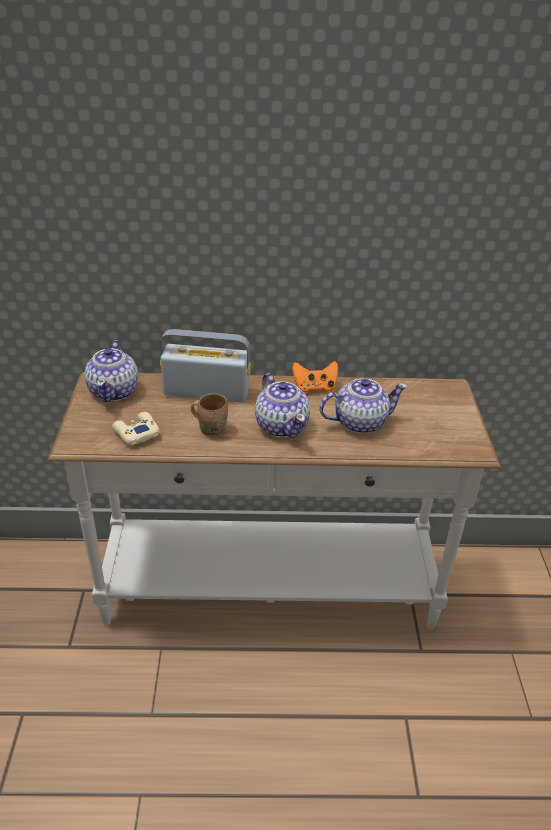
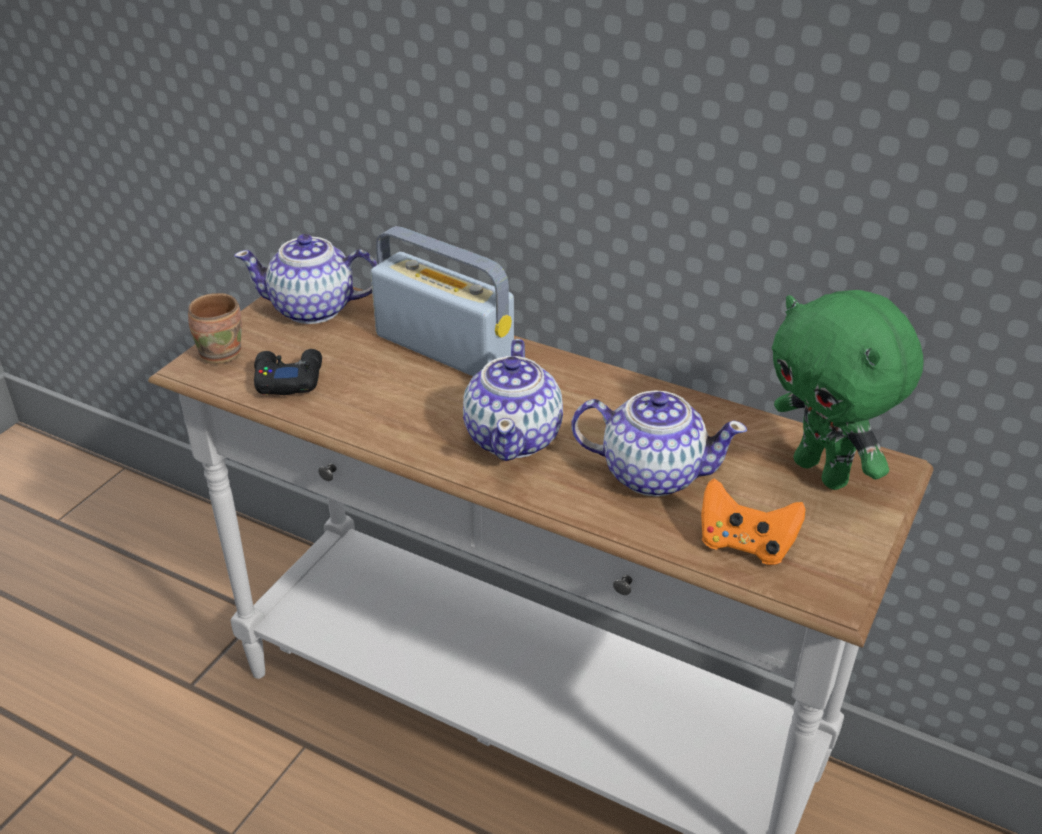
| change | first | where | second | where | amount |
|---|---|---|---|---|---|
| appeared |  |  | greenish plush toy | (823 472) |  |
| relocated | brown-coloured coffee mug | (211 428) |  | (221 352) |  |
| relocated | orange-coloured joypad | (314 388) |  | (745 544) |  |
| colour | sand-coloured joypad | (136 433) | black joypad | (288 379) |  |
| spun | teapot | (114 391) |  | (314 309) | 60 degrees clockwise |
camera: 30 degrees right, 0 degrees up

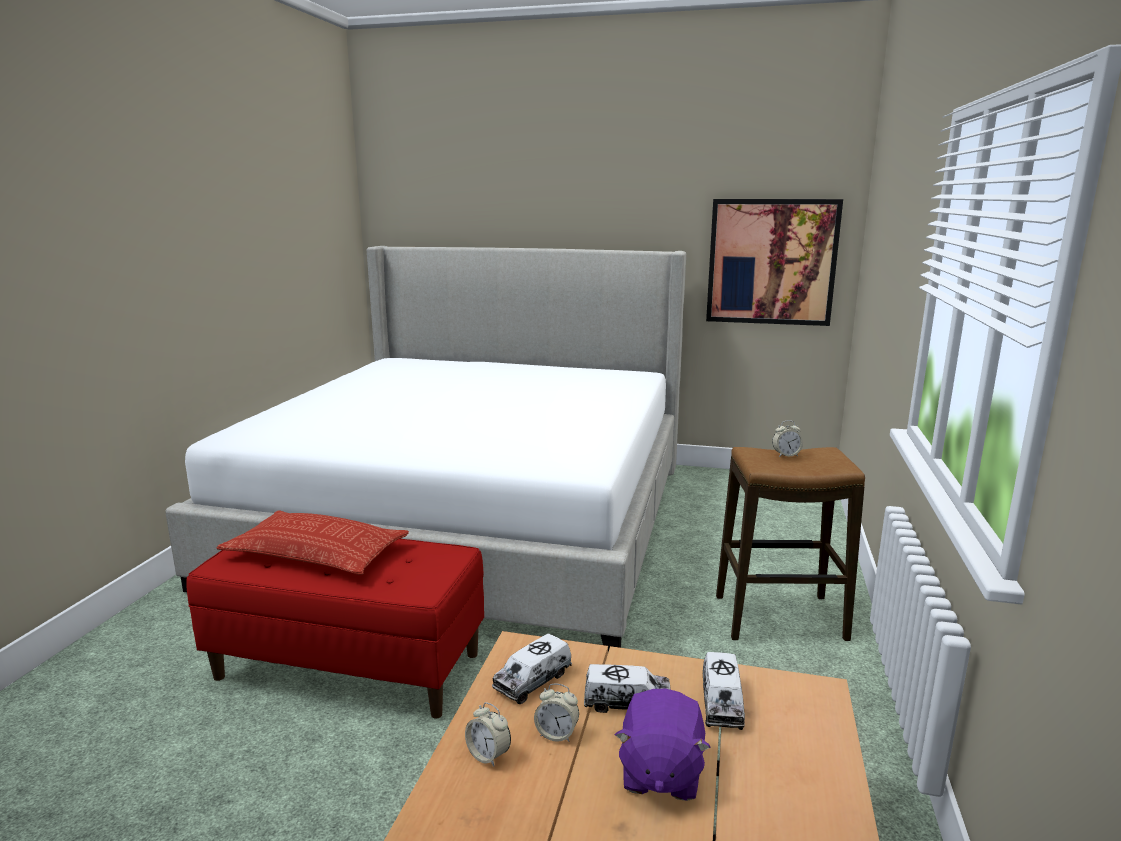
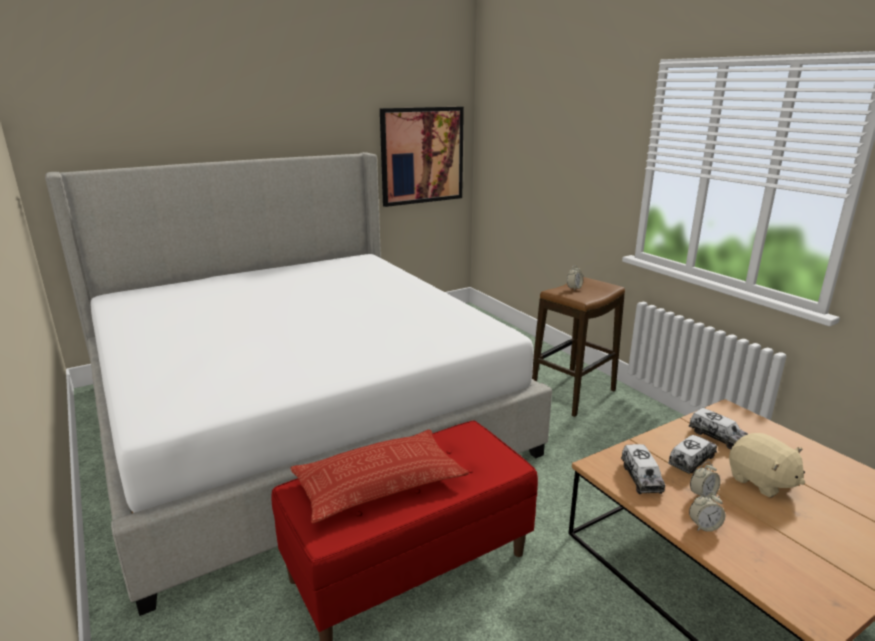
| change | first | where | second | where | amount |
|---|---|---|---|---|---|
| colour | purplish plush toy | (660 772) | sand-coloured plush toy | (761 481) |  |
camera: 45 degrees left, 5 degrees up

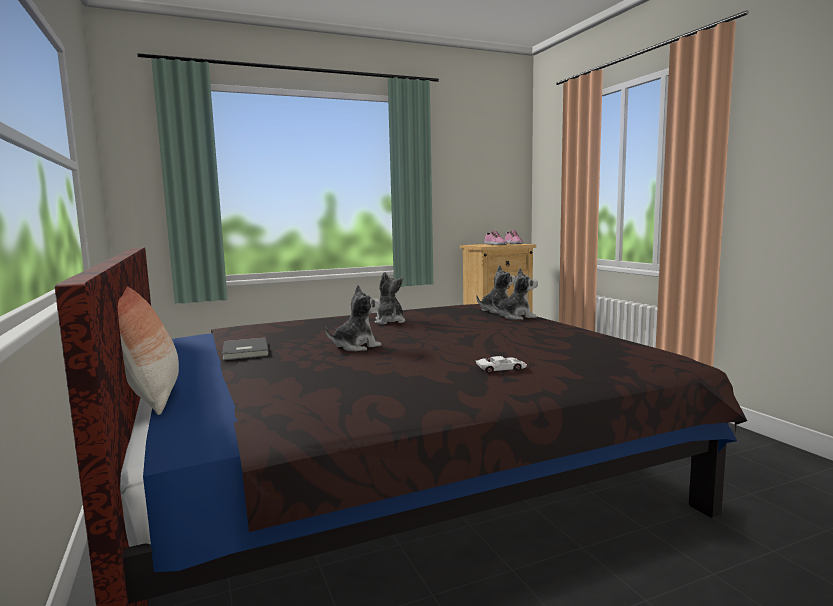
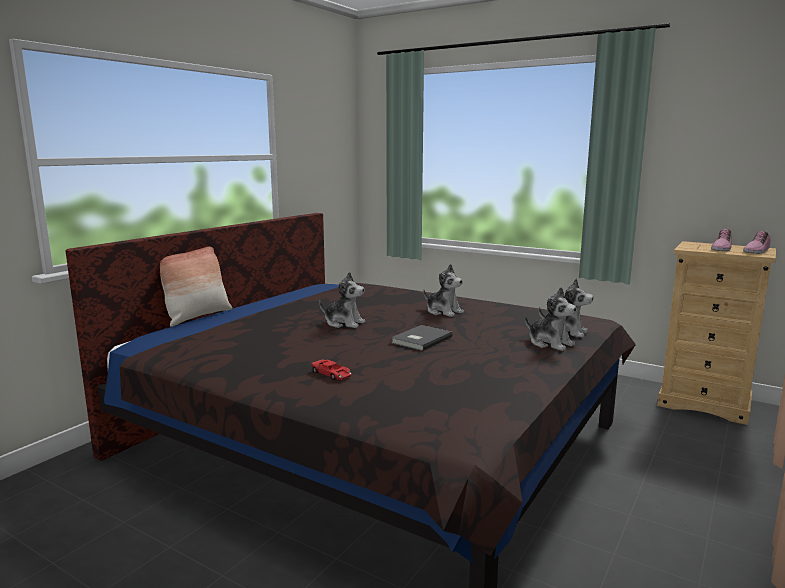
| change | first | where | second | where | amount |
|---|---|---|---|---|---|
| relocated | grey volume | (244 351) |  | (420 340) |  |
| colour | white miniature car | (501 369) | reddish miniature car | (332 374) |  |
| spun | plush toy | (389 322) |  | (443 312) | 90 degrees clockwise |
camera: 55 degrees right, 5 degrees up

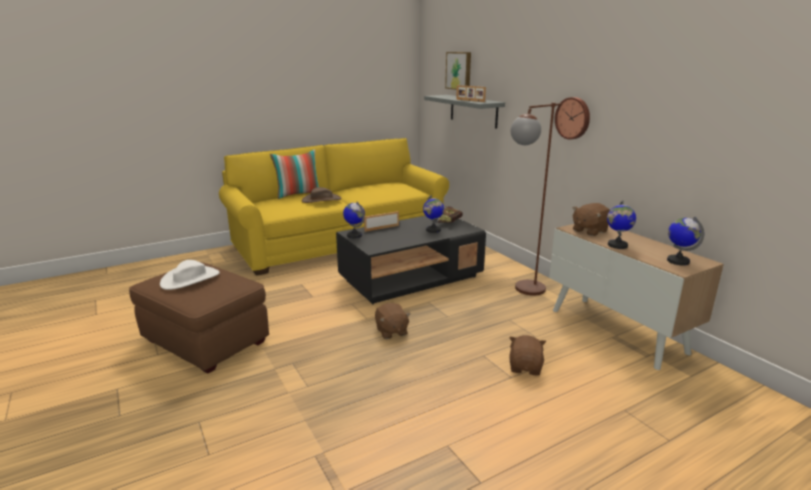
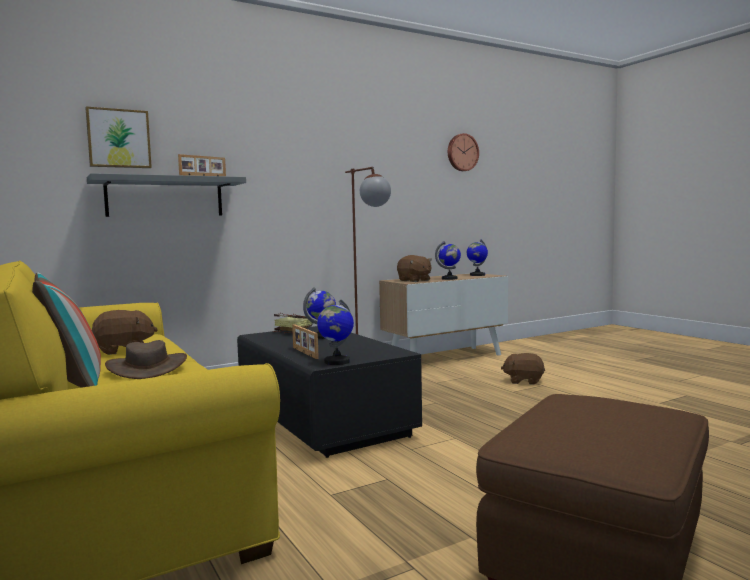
| change | first | where | second | where | amount |
|---|---|---|---|---|---|
| missing | white wearable hat | (190 279) |  |  |  |
| relocated | brown-coloured plush toy | (391 331) |  | (124 350) |  |
| relocated | wall clock | (573 118) |  | (462 152) |  |
camera: 90 degrees left, 15 degrees down

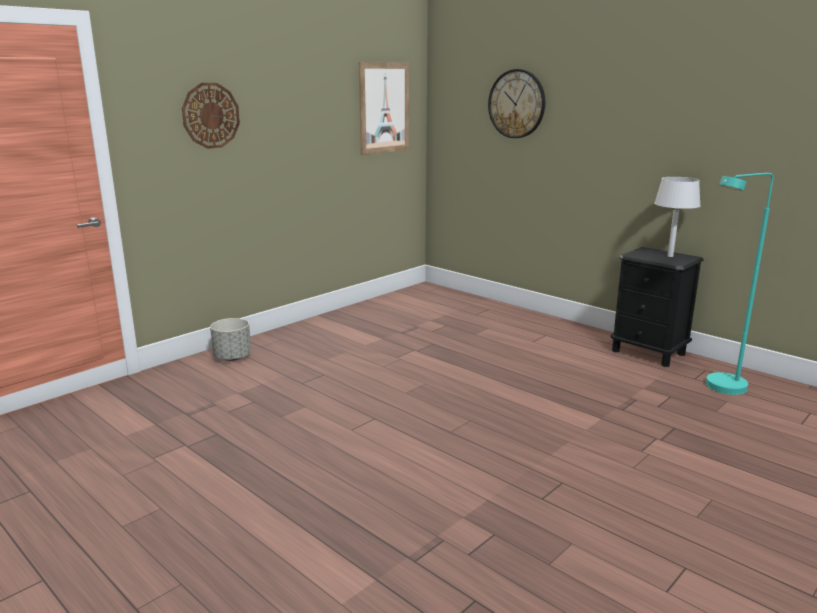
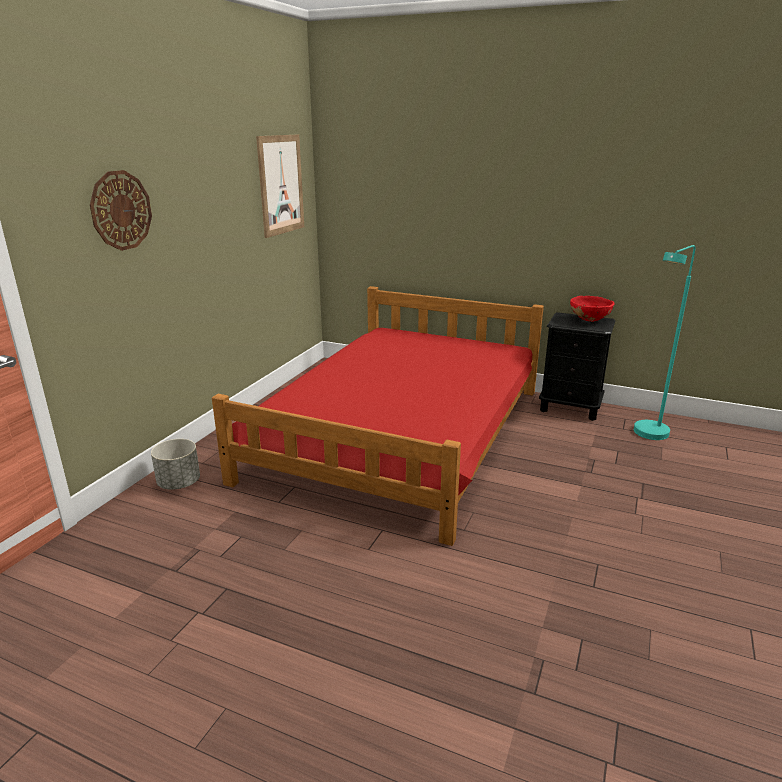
| change | first | where | second | where | amount |
|---|---|---|---|---|---|
| missing | wall clock | (517 104) |  |  |  |
| appeared |  |  | reddish bedroom bed | (401 433) |  |
| exchanged | grey table lamp | (670 256) | reddish serving bowl | (589 320) |  |
camera: 20 degrees left, 5 degrees up

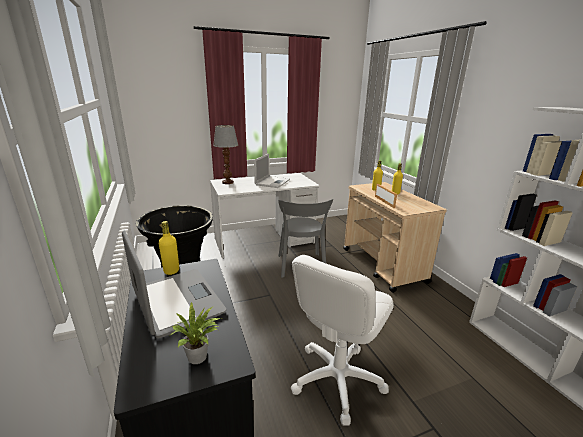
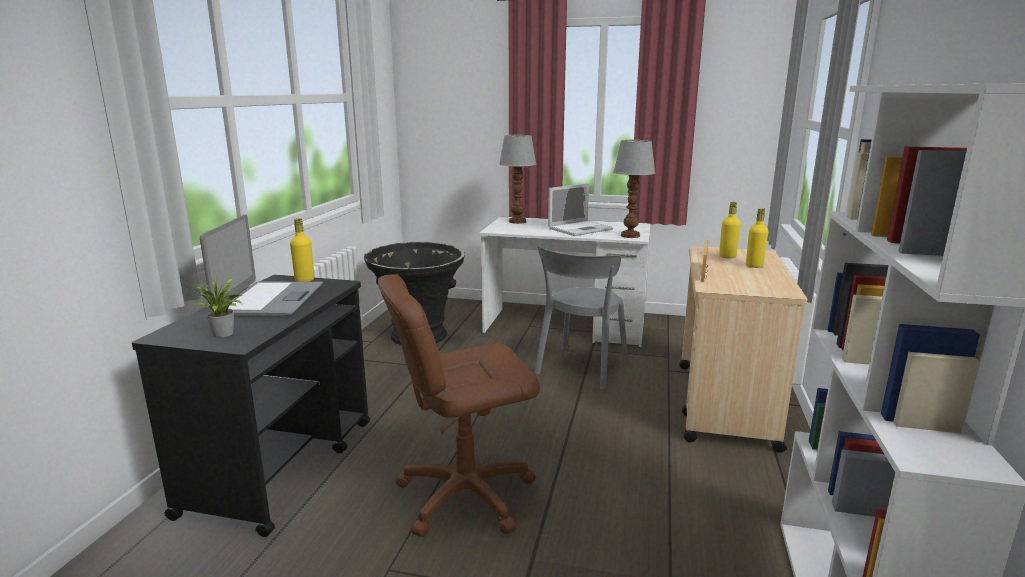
| change | first | where | second | where | amount |
|---|---|---|---|---|---|
| appeared |  |  | table lamp | (631 235) |  |
| colour | white office chair | (337 379) | brown-coloured office chair | (465 495) |  |
camera: 35 degrees right, 5 degrees down

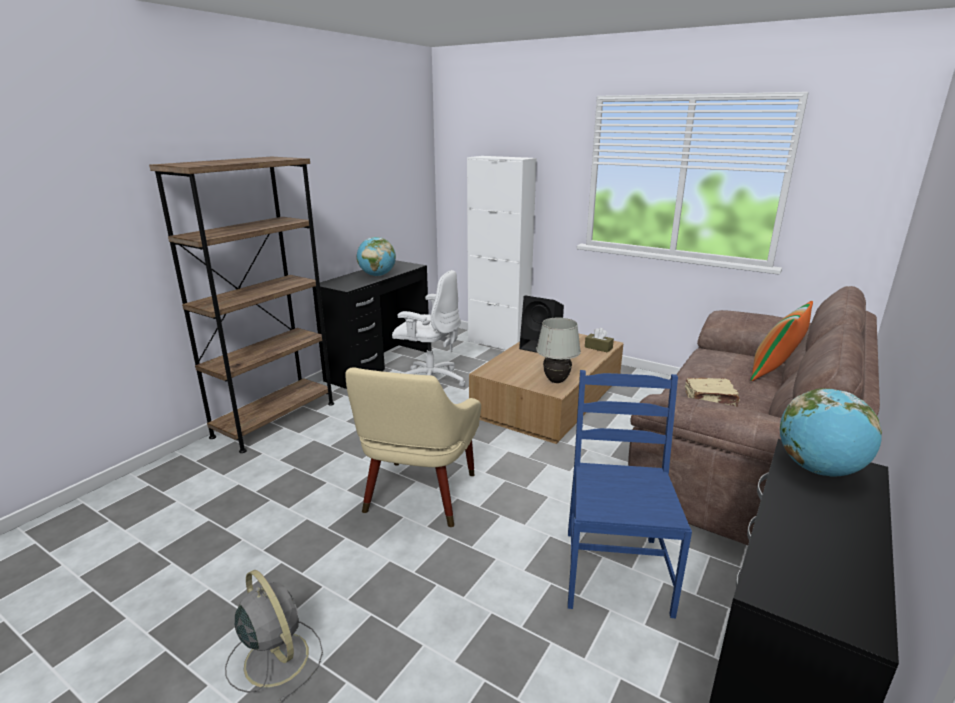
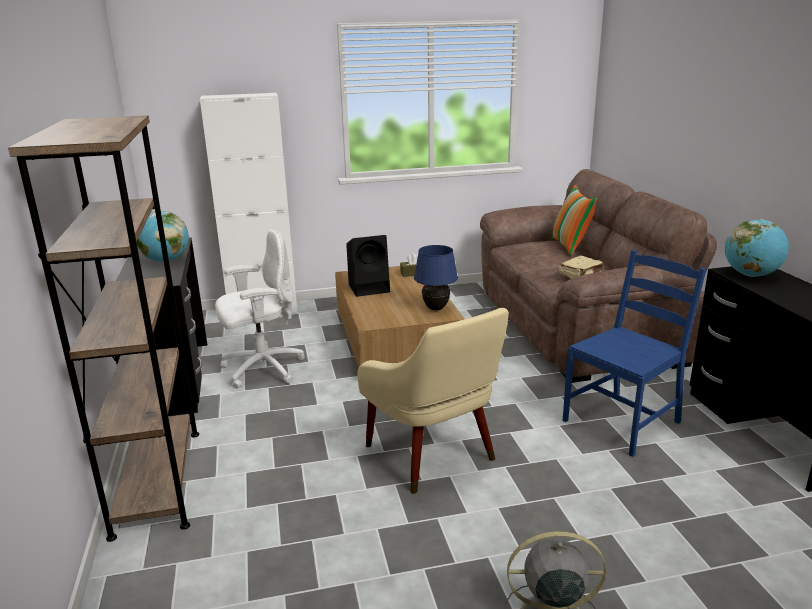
| change | first | where | second | where | amount |
|---|---|---|---|---|---|
| colour | white table lamp | (556 381) | blue table lamp | (436 308) |  |
| spun | blue plain chair | (614 570) |  | (622 421) | 90 degrees clockwise |
camera: 45 degrees left, 0 degrees up

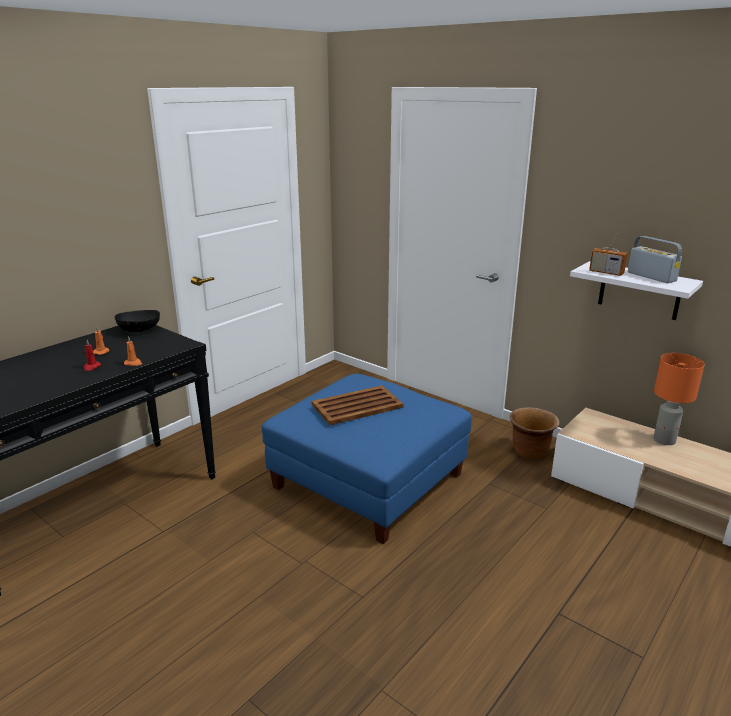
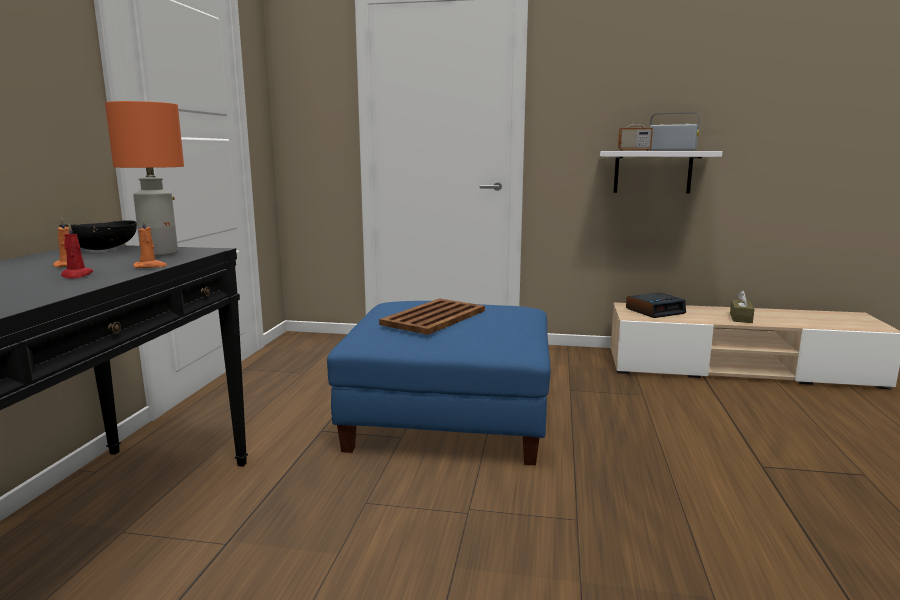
| change | first | where | second | where | amount |
|---|---|---|---|---|---|
| missing | brown-coloured plant pot | (530 452) |  |  |  |
| appeared |  |  | alarm clock | (655 311) |  |
| appeared |  |  | brown-coloured tissue box | (741 318) |  |
| relocated | orange-coloured table lamp | (664 440) |  | (160 253) |  |
camera: 30 degrees left, 10 degrees down

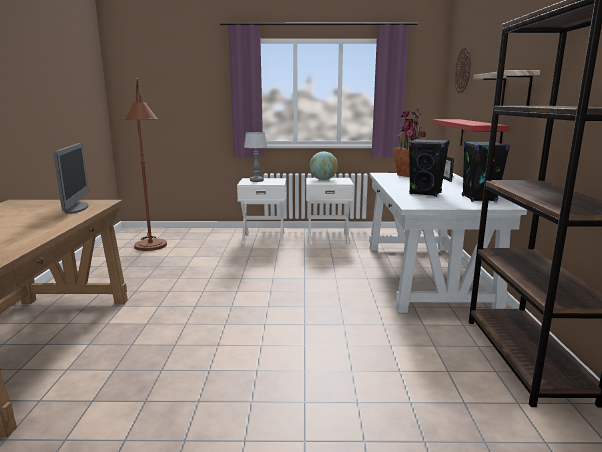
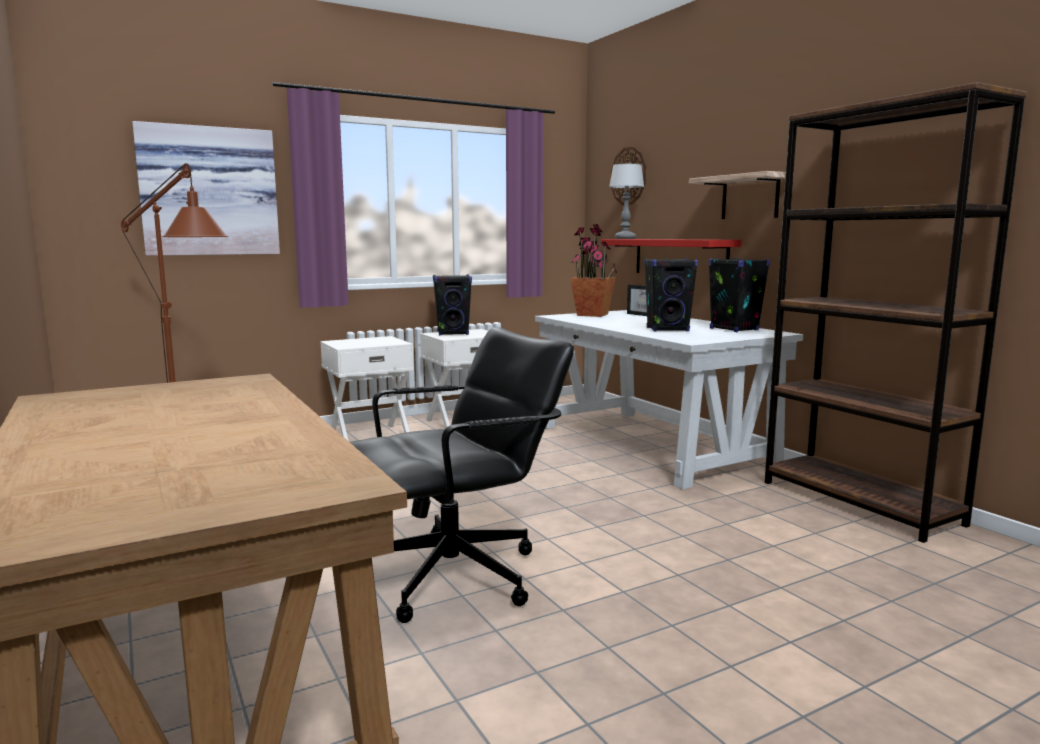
| change | first | where | second | where | amount |
|---|---|---|---|---|---|
| missing | computer display | (76 208) |  |  |  |
| appeared |  |  | wall art | (209 191) |  |
| appeared |  |  | black office chair | (454 577) |  |
| relocated | table lamp | (257 181) |  | (625 238) |  |
| exchanged | world globe | (323 179) | black speaker | (453 333) |  |
camera: 30 degrees left, 5 degrees down

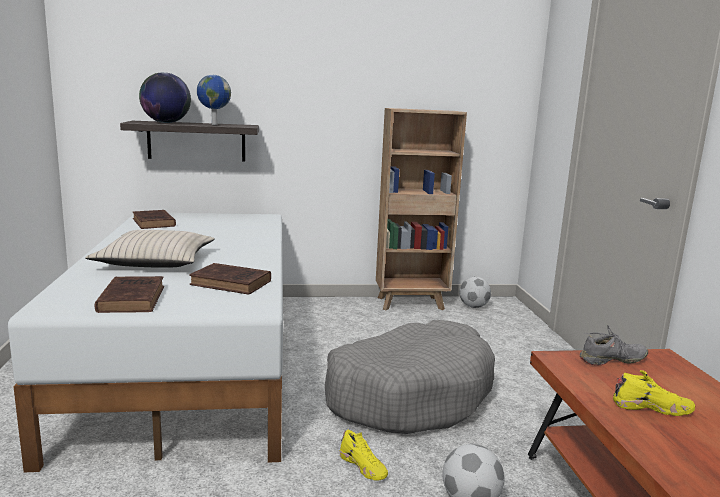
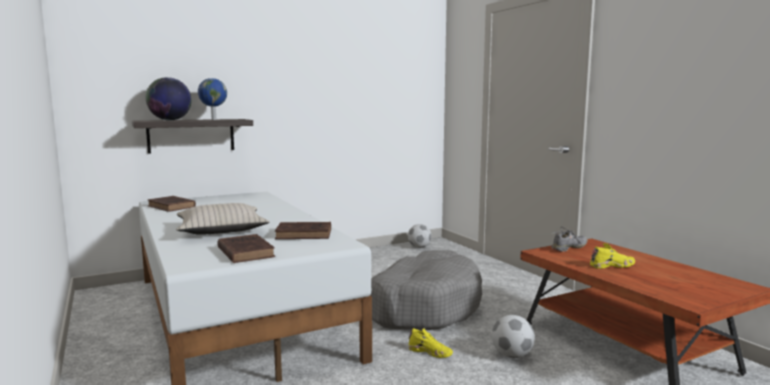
| change | first | where | second | where | amount |
|---|---|---|---|---|---|
| missing | brown-coloured bookcase | (412 303) |  |  |  |
camera: 20 degrees left, 5 degrees down

